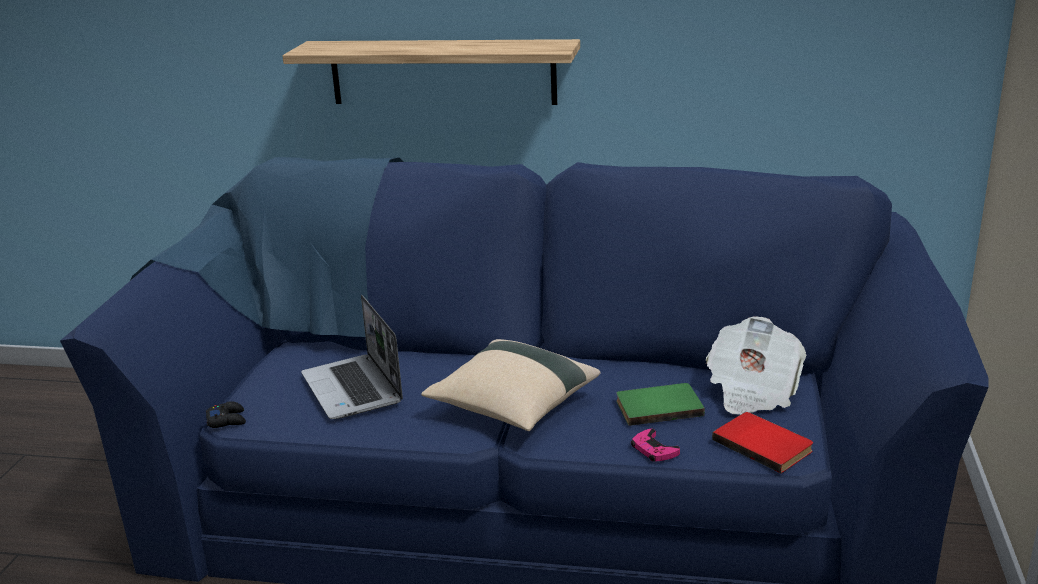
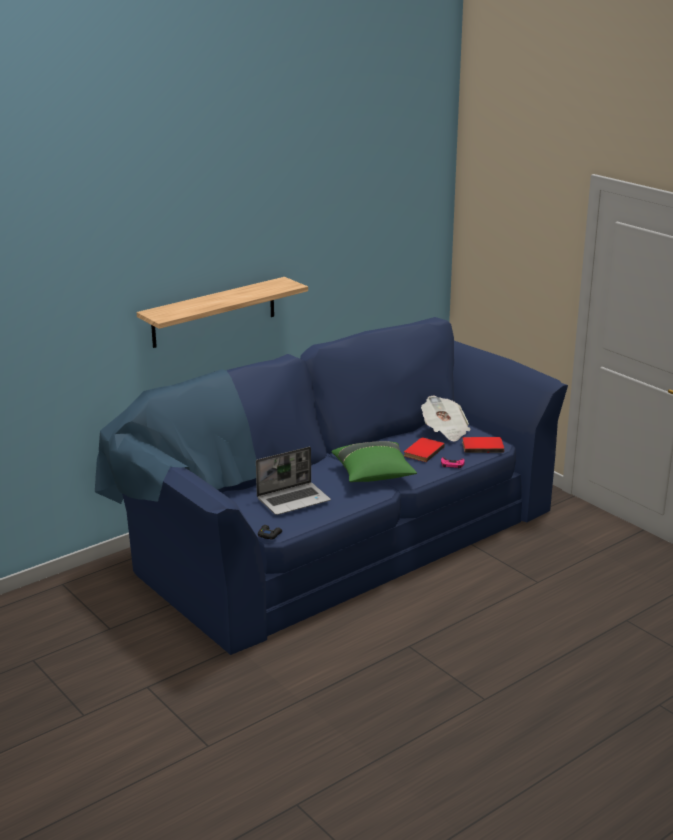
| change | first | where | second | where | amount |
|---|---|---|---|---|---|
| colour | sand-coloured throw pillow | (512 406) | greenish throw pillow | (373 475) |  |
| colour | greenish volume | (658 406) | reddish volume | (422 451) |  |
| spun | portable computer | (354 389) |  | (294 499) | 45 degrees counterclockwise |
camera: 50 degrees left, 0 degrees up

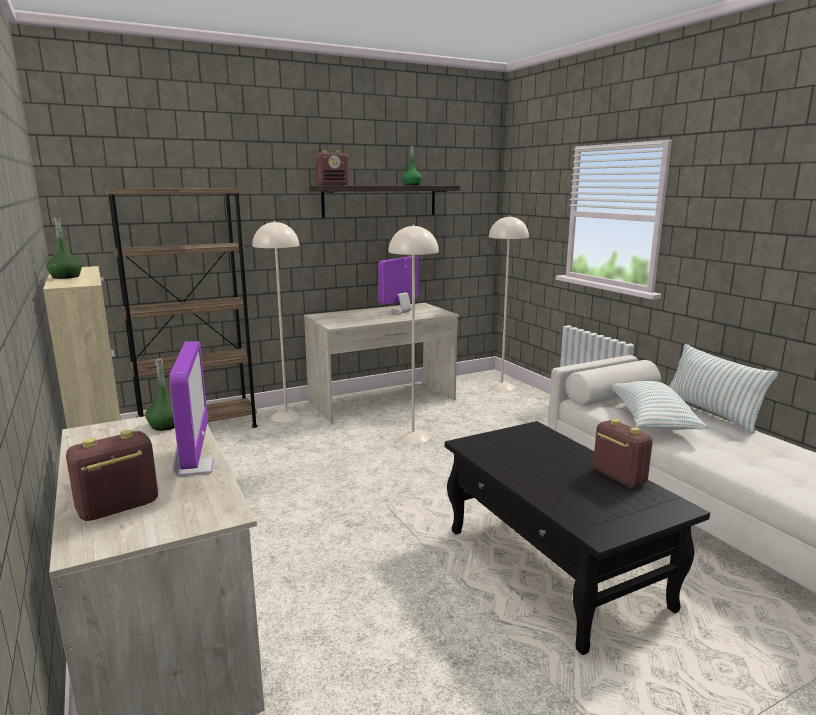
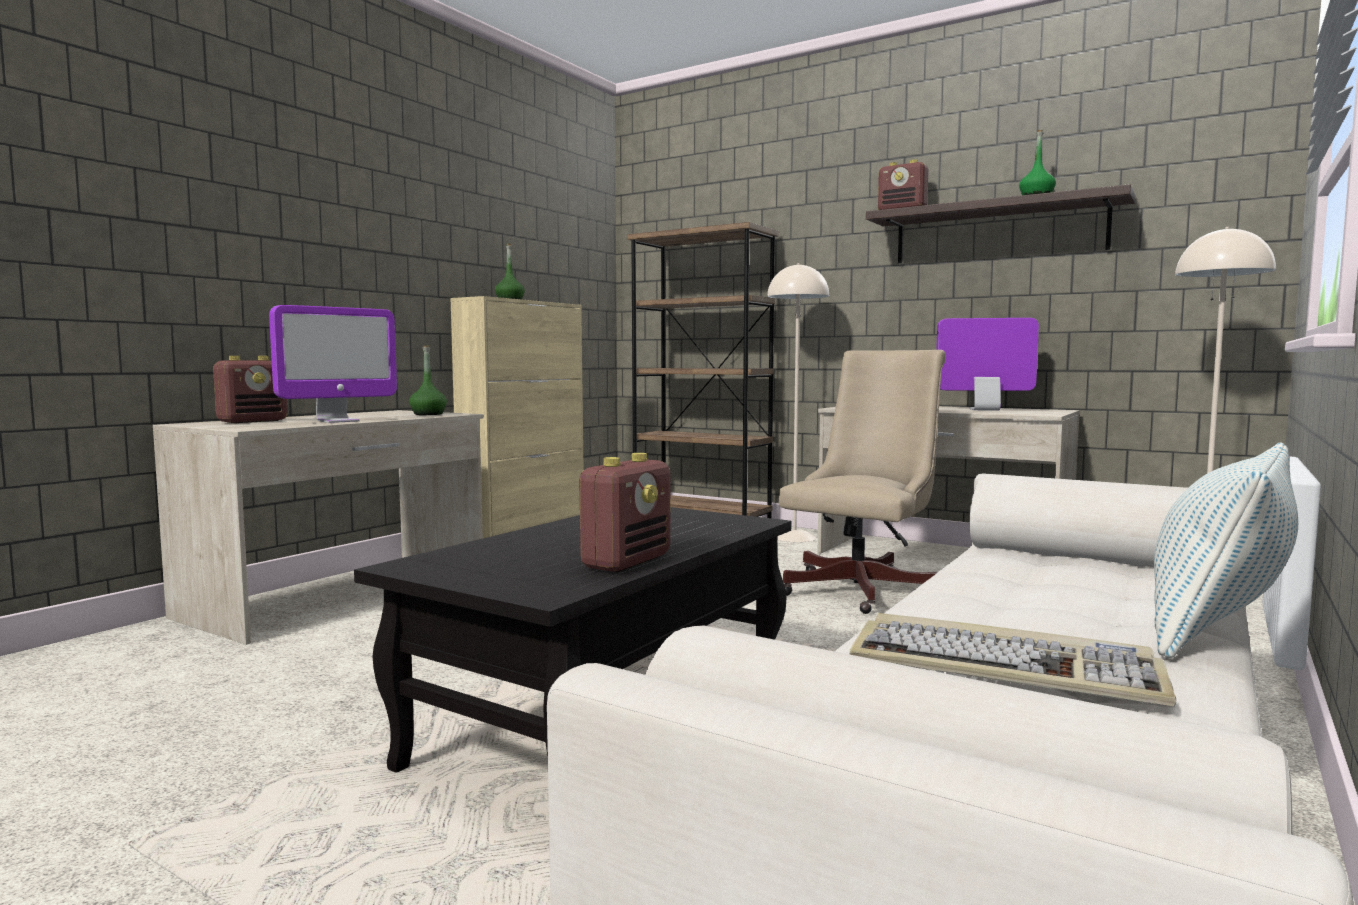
| change | first | where | second | where | amount |
|---|---|---|---|---|---|
| missing | throw pillow | (652 420) |  |  |  |
| appeared |  |  | computer keyboard | (1005 668) |  |
| exchanged | sand-coloured standard lamp | (413 436) | sand-coloured office chair | (864 589) |  |
| spun | radio | (117 508) |  | (253 421) | 105 degrees clockwise |
camera: 60 degrees right, 10 degrees down

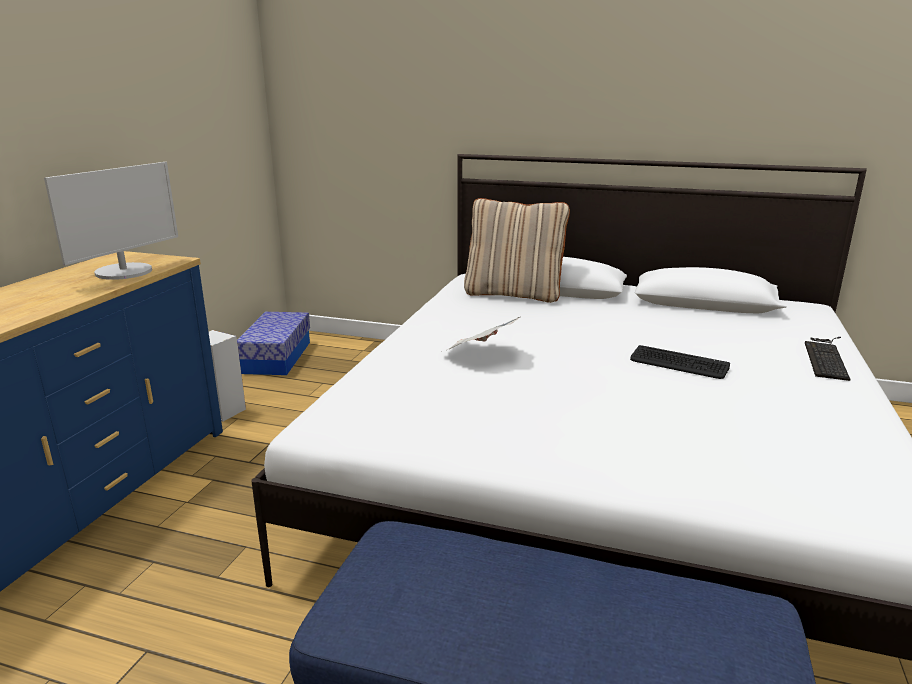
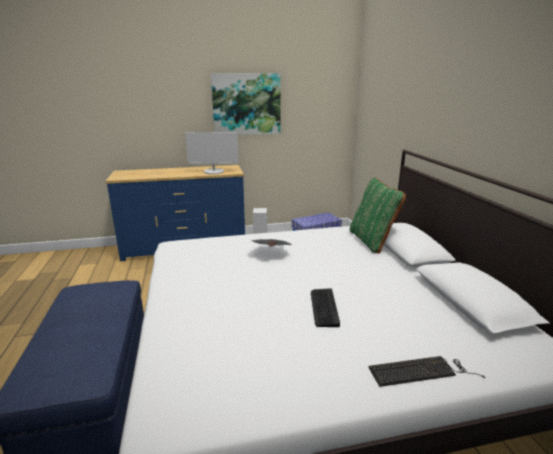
| change | first | where | second | where | amount |
|---|---|---|---|---|---|
| appeared |  |  | wall art | (246 104) |  |
| colour | sand-coloured throw pillow | (514 294) | greenish throw pillow | (372 241) |  |
camera: 60 degrees right, 0 degrees up

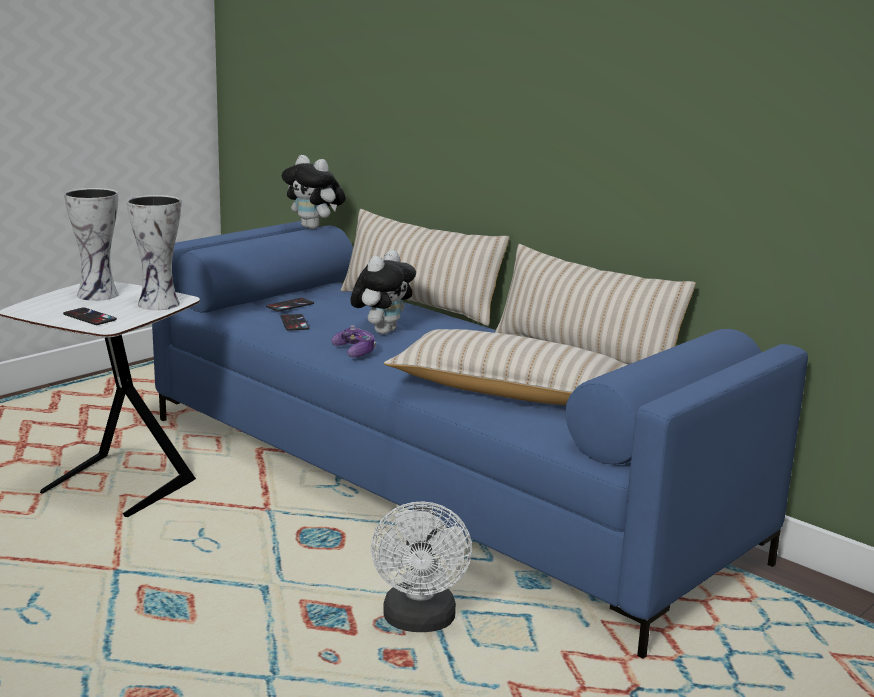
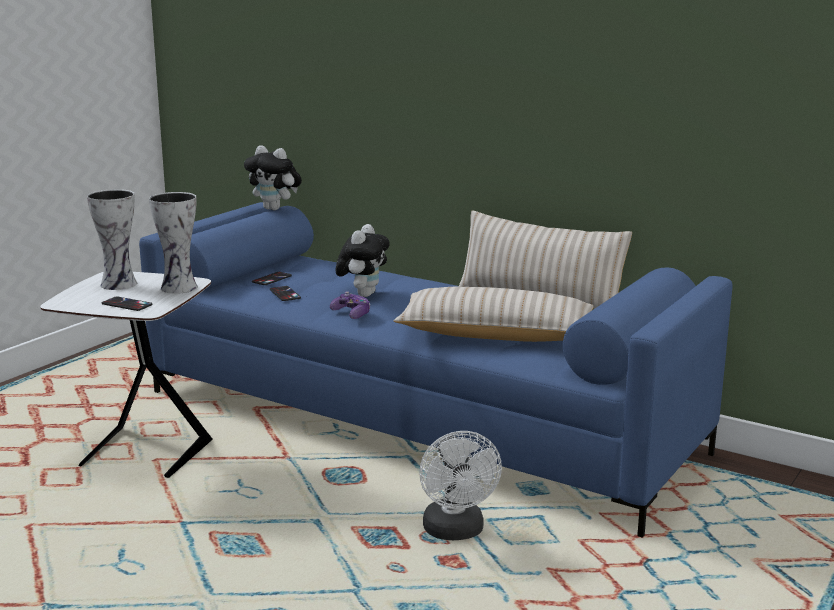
| change | first | where | second | where | amount |
|---|---|---|---|---|---|
| missing | sand-coloured throw pillow | (419 304) |  |  |  |
camera: 10 degrees left, 0 degrees up

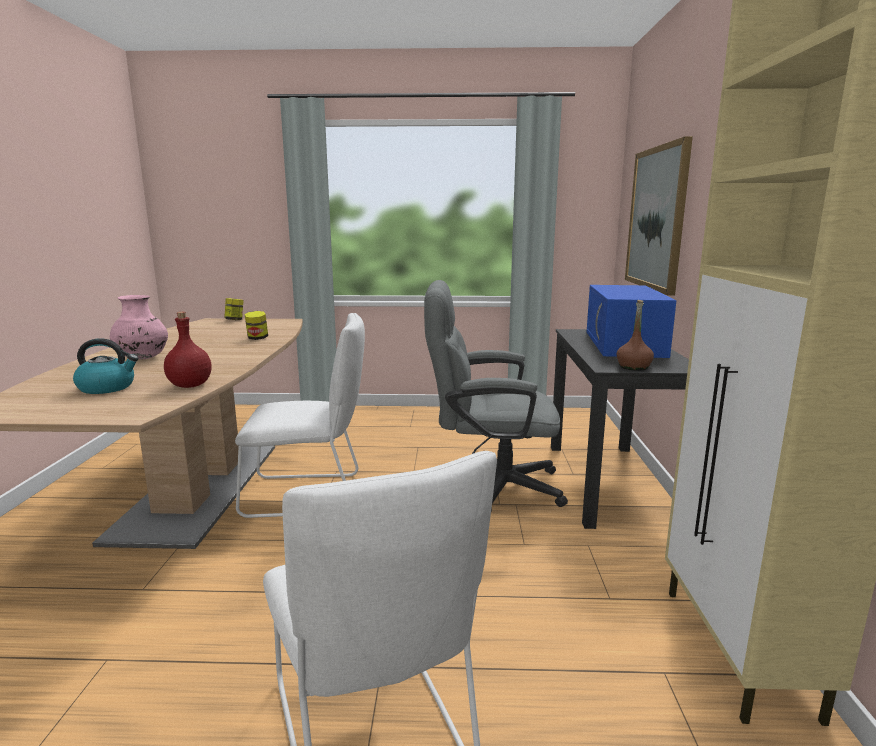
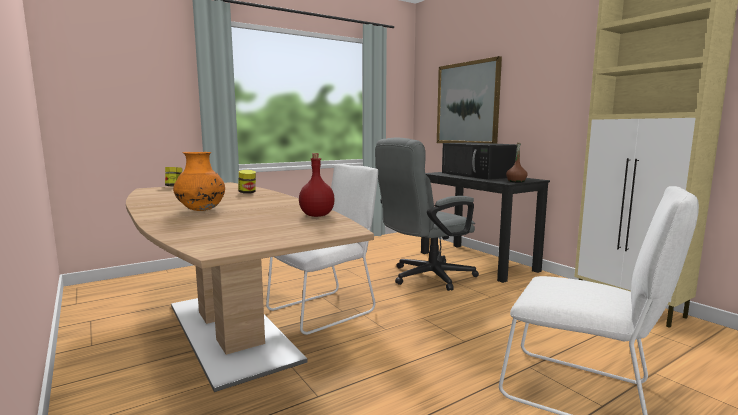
| change | first | where | second | where | amount |
|---|---|---|---|---|---|
| missing | kettle | (107 387) |  |  |  |
| colour | pink vase | (142 358) | orange-coloured vase | (201 210) |  |
| colour | blue microwave oven | (624 344) | black microwave oven | (478 175) |  |
camera: 35 degrees left, 5 degrees down

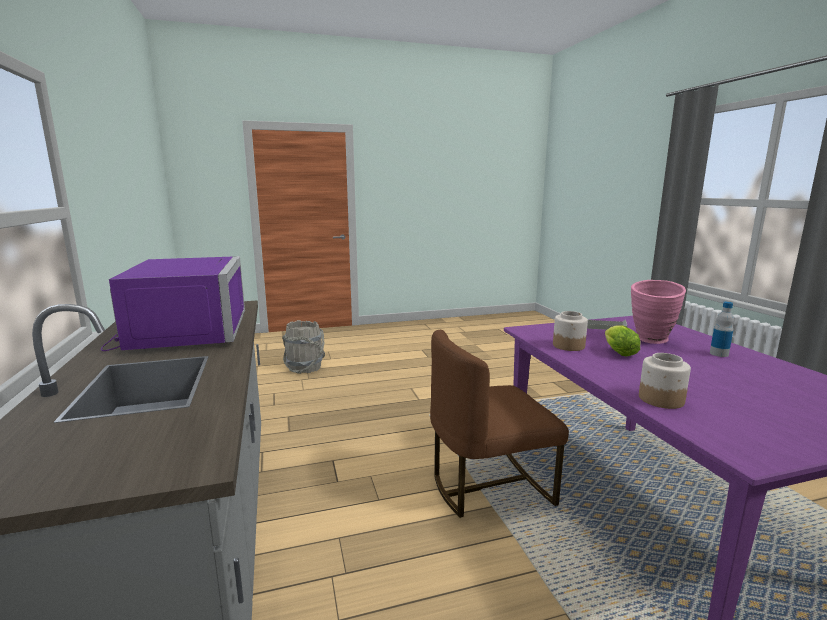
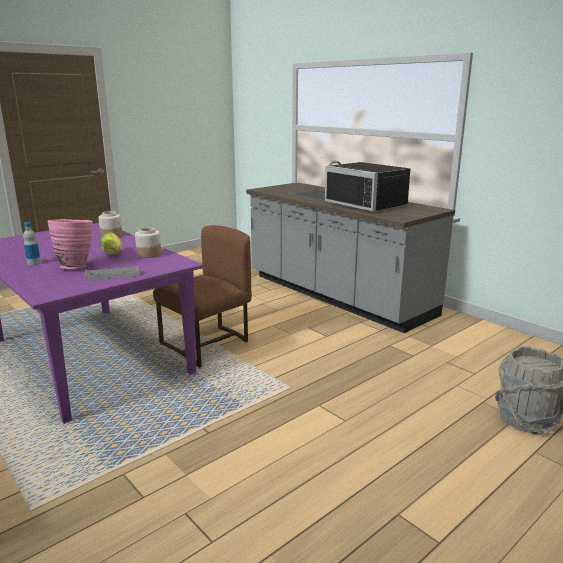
| change | first | where | second | where | amount |
|---|---|---|---|---|---|
| colour | purplish microwave oven | (181 332) | black microwave oven | (369 204) |  |
camera: 155 degrees right, 5 degrees up

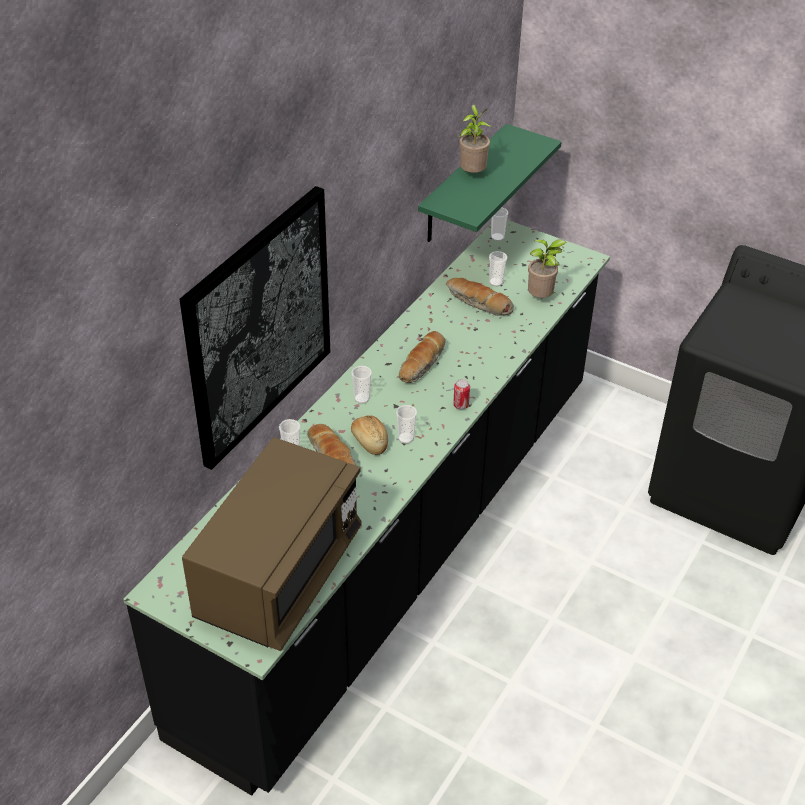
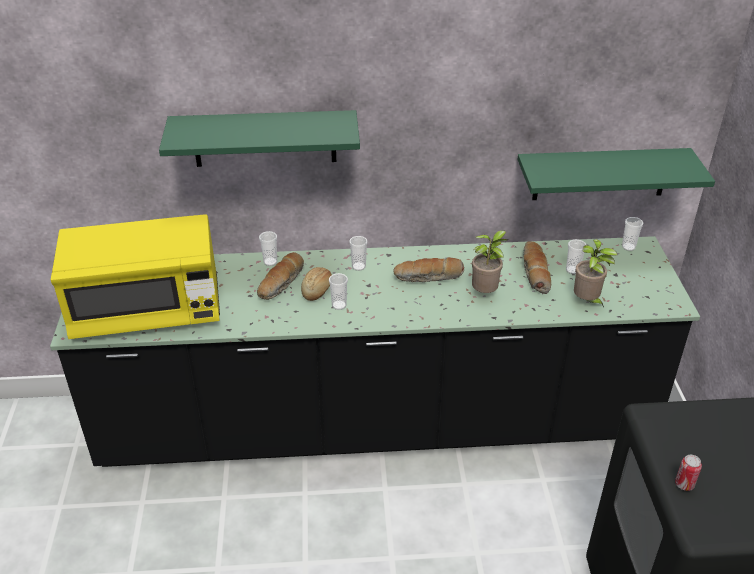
| change | first | where | second | where | amount |
|---|---|---|---|---|---|
| relocated | sealed can | (461 405) |  | (684 484) |  |
| relocated | potted plant | (472 174) |  | (485 293) |  |
| exchanged | wall art | (259 326) | greenish bracket shelf | (264 138) |  |
| colour | brown-coloured microwave oven | (279 575) | yellowish microwave oven | (147 310) |  |
camera: 55 degrees right, 5 degrees down

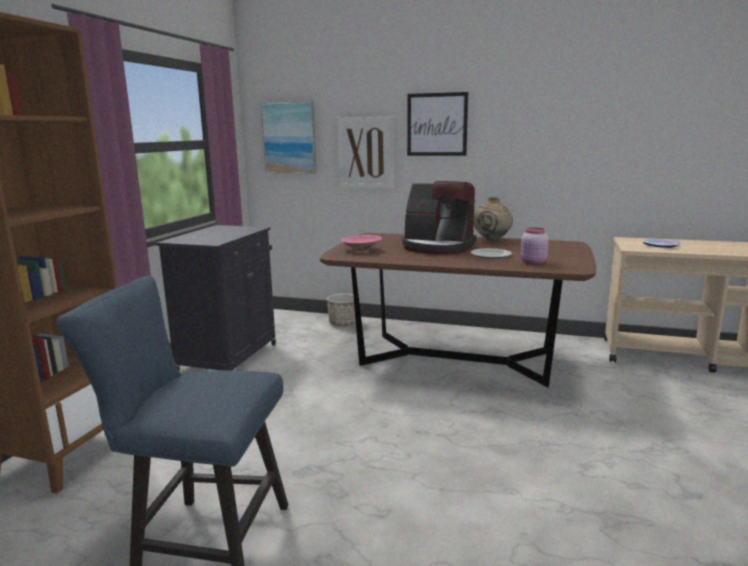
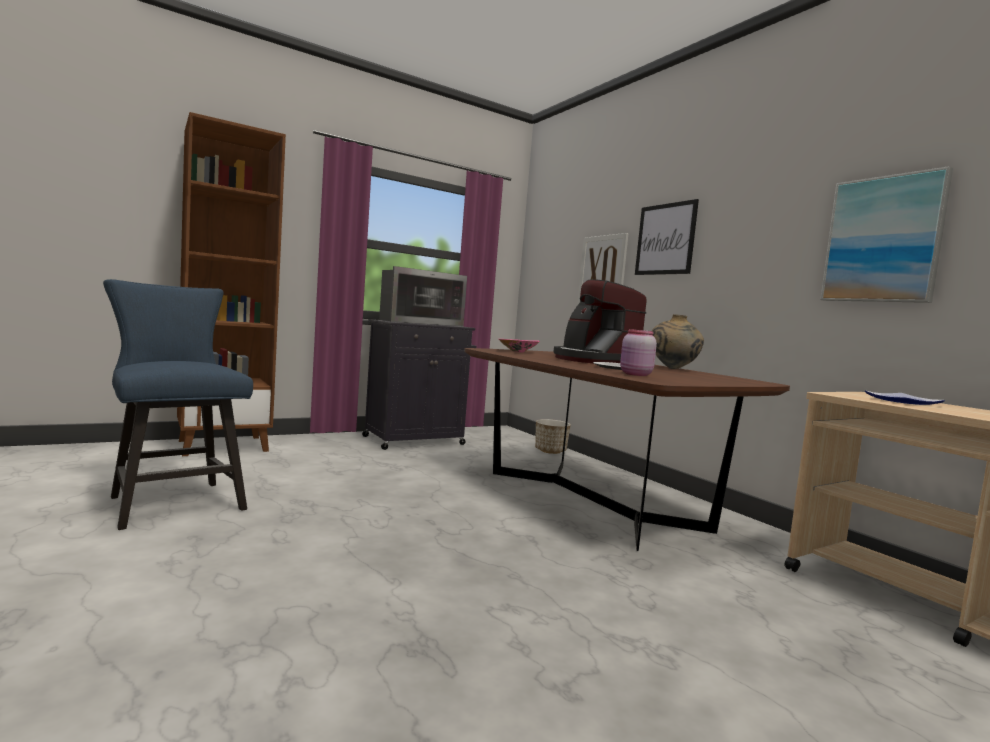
| change | first | where | second | where | amount |
|---|---|---|---|---|---|
| appeared |  |  | microwave oven | (418 322) |  |
| relocated | wall art | (289 138) |  | (883 240) |  |
camera: 40 degrees right, 10 degrees down

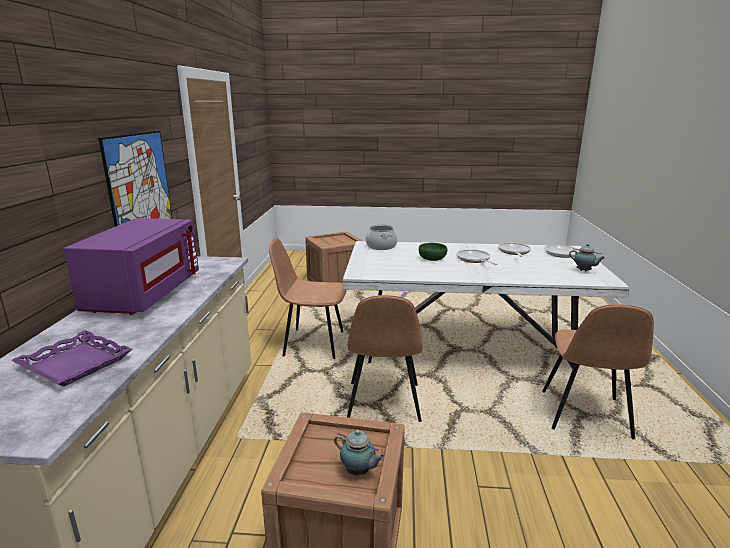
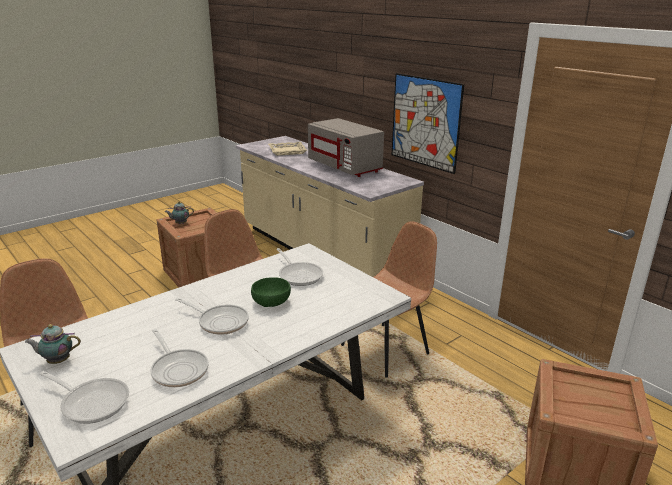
| change | first | where | second | where | amount |
|---|---|---|---|---|---|
| missing | saucepot | (381 246) |  |  |  |
| appeared |  |  | pan | (299 275) |  |
| colour | purplish serving tray | (74 364) | sand-coloured serving tray | (287 151) |  |
| colour | purplish microwave oven | (144 294) | grey microwave oven | (345 167) |  |
camera: 135 degrees right, 5 degrees up

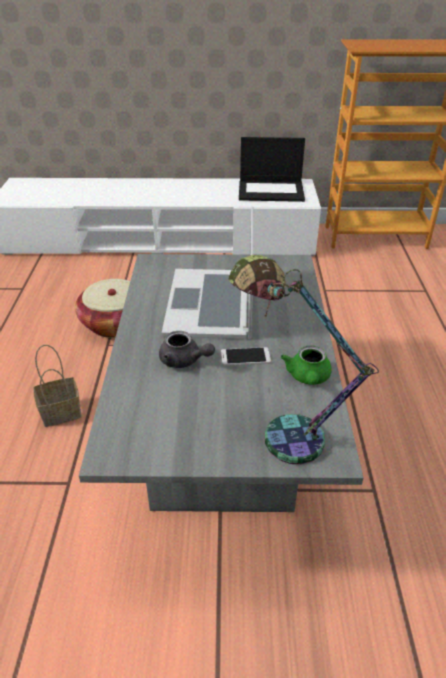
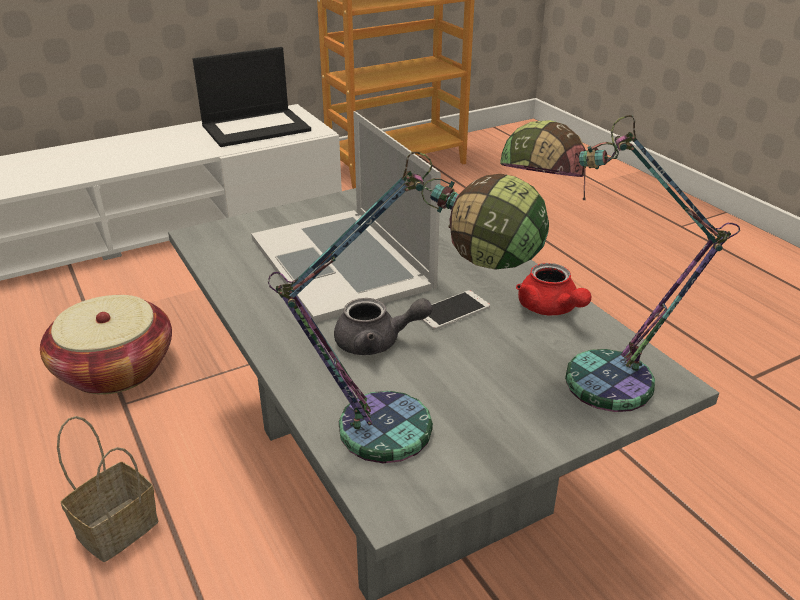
| change | first | where | second | where | amount |
|---|---|---|---|---|---|
| appeared |  |  | table lamp | (413 437) |  |
| colour | greenish teapot | (308 378) | reddish teapot | (550 309) |  |
camera: 30 degrees left, 5 degrees down

